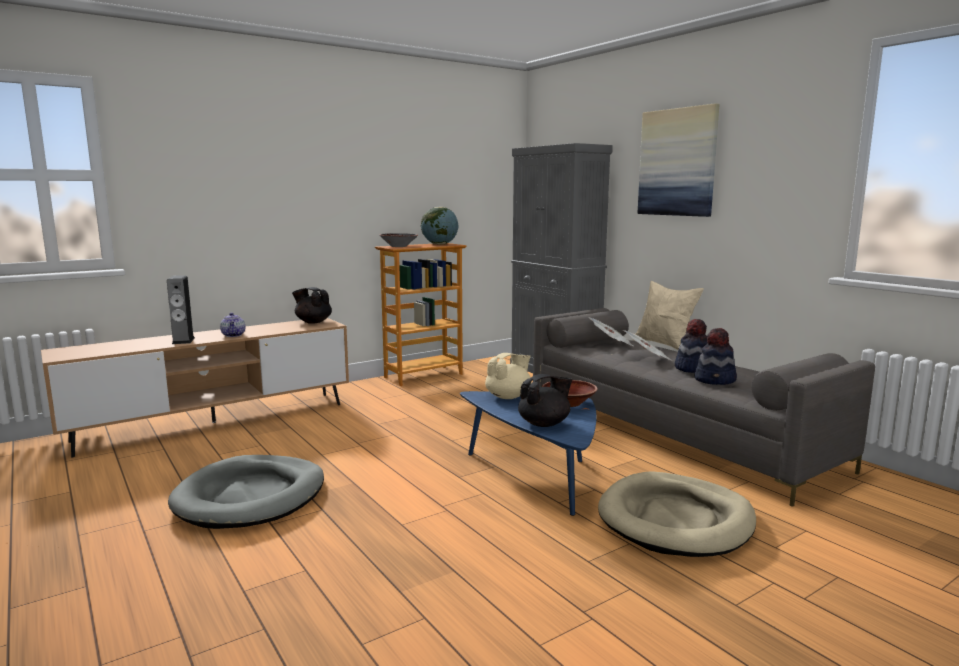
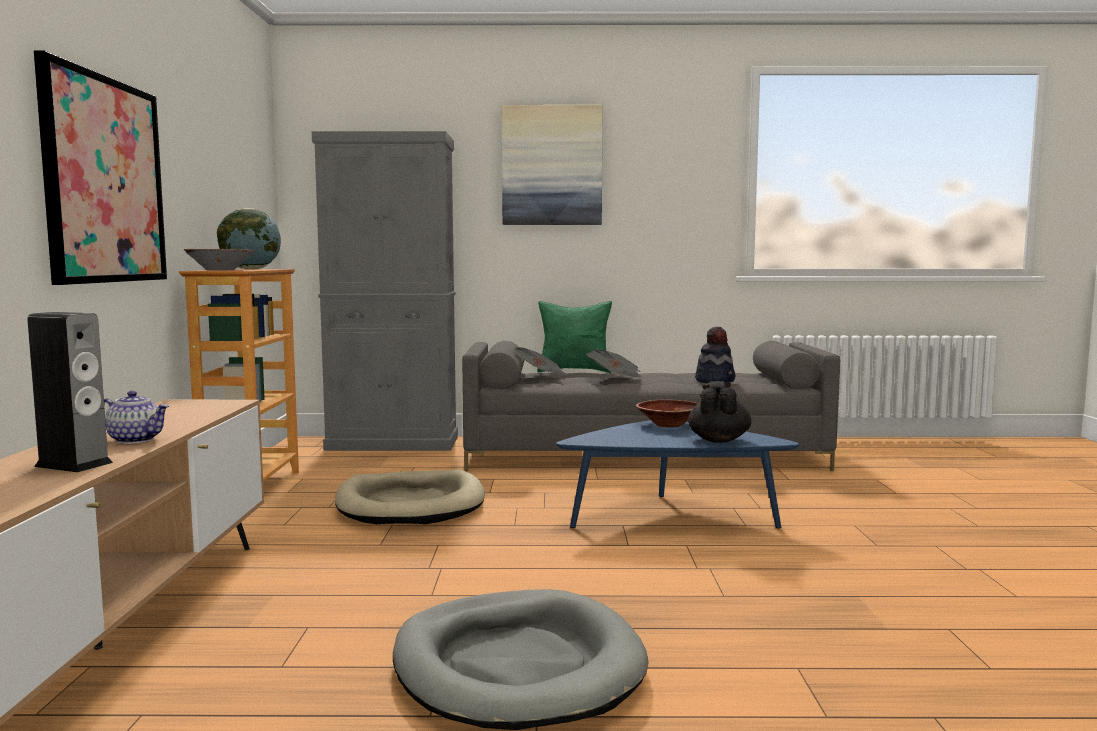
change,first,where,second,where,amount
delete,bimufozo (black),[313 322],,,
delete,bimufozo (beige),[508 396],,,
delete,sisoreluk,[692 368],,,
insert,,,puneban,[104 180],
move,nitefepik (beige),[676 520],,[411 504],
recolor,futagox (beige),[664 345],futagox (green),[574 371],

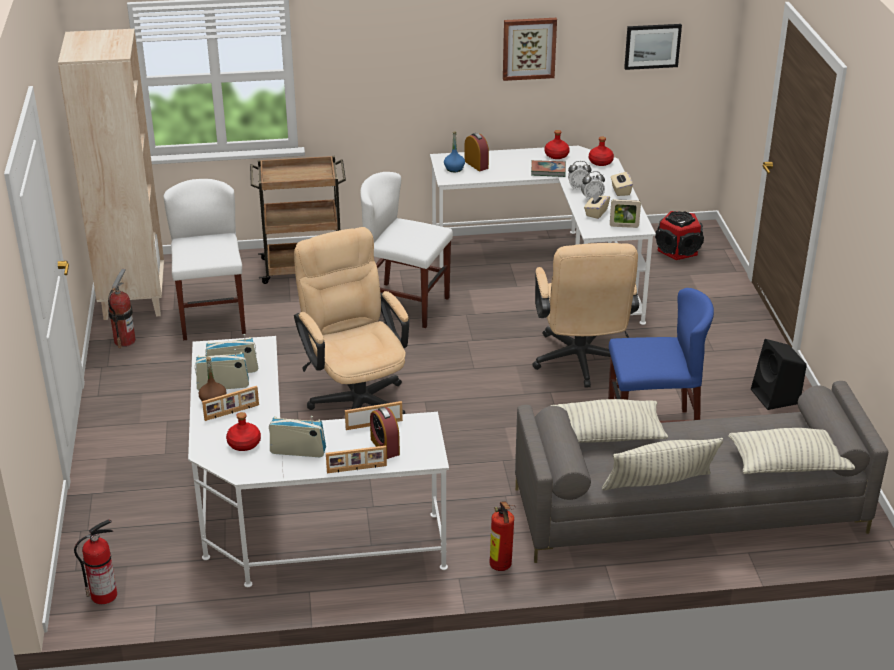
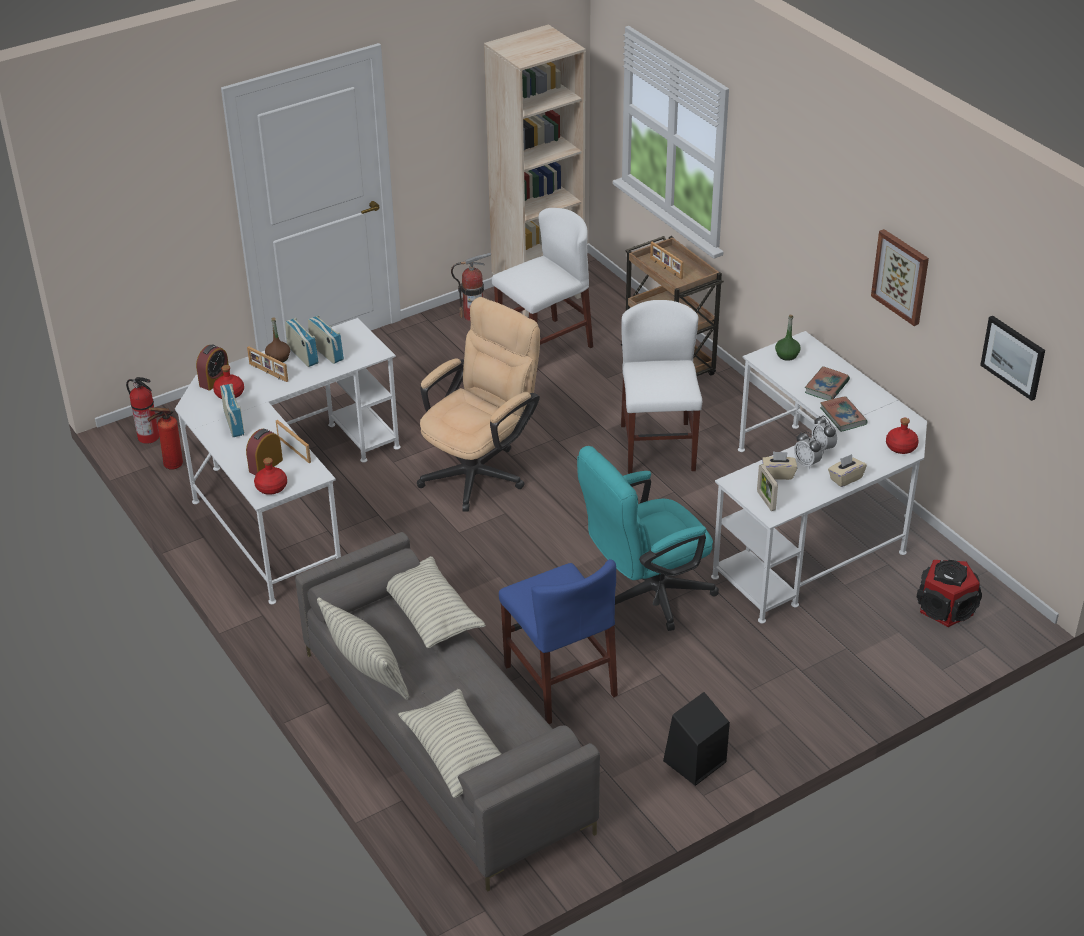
change,first,where,second,where,amount
insert,,,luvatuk,[826 387],
move,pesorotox,[357 469],,[665 268],
move,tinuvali,[476 164],,[214 380],
move,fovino,[501 567],,[170 466],
move,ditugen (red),[556 155],,[271 487],
recolor,ditugen (blue),[454 168],ditugen (green),[787 355],
recolor,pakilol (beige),[580 364],pakilol (turquoise),[645 596],

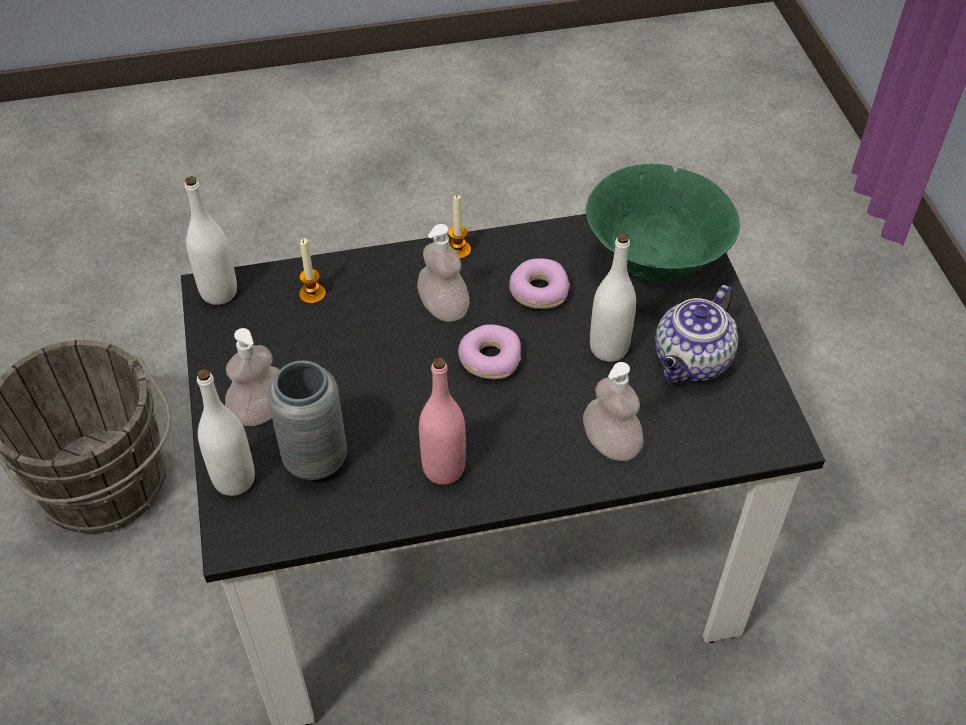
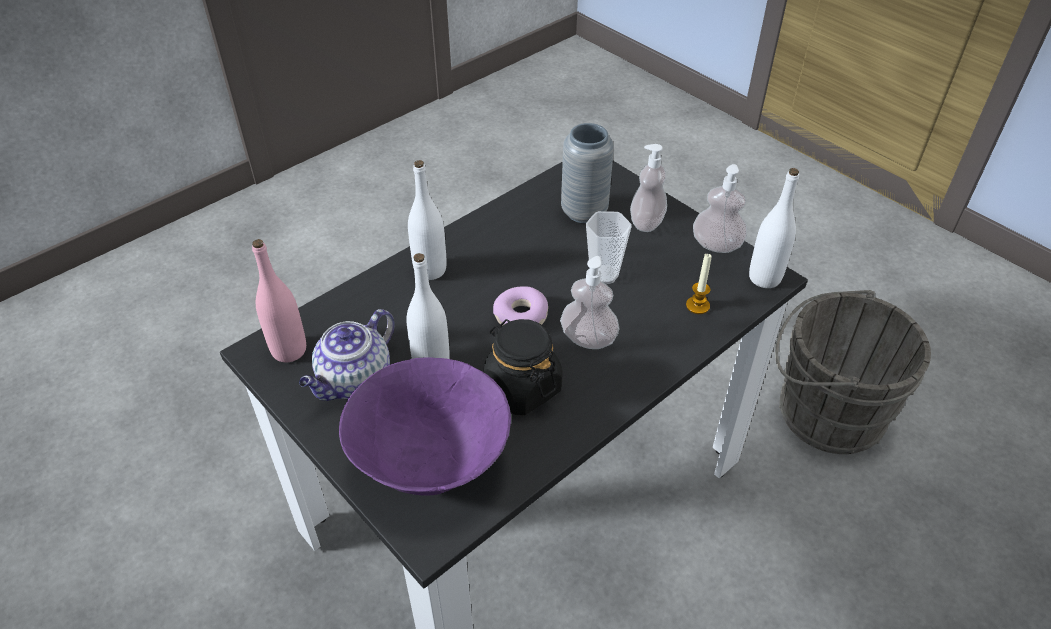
change,first,where,second,where,amount
delete,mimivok,[458 250],,,
insert,,,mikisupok,[604 275],
move,ditugen (white),[234 479],,[430 270],
move,ditugen (pink),[443 469],,[289 350],
move,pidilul,[610 444],,[716 245],
replace,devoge,[538 291],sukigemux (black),[522 388],
recolor,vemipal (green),[653 263],vemipal (purple),[433 465],
rotate,bimufozo,[691 362],,[354 382],150 degrees counterclockwise

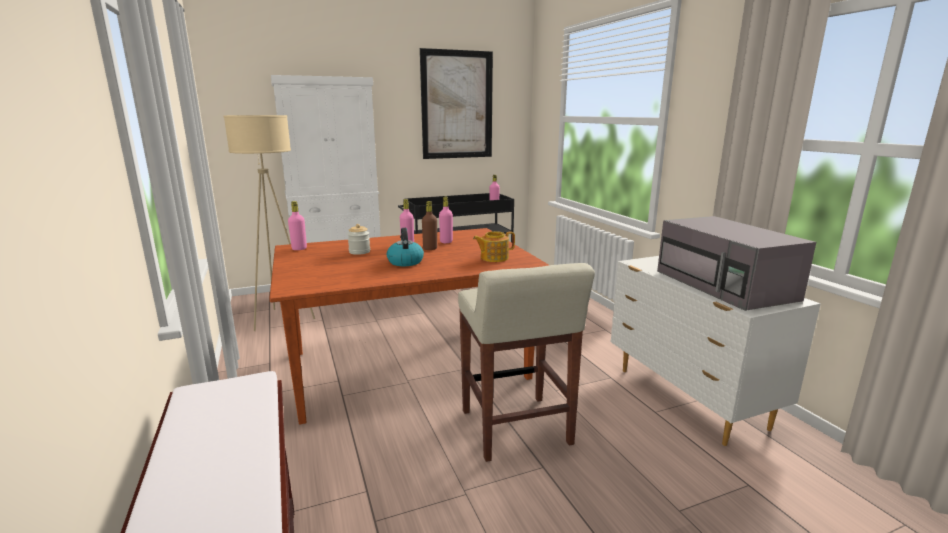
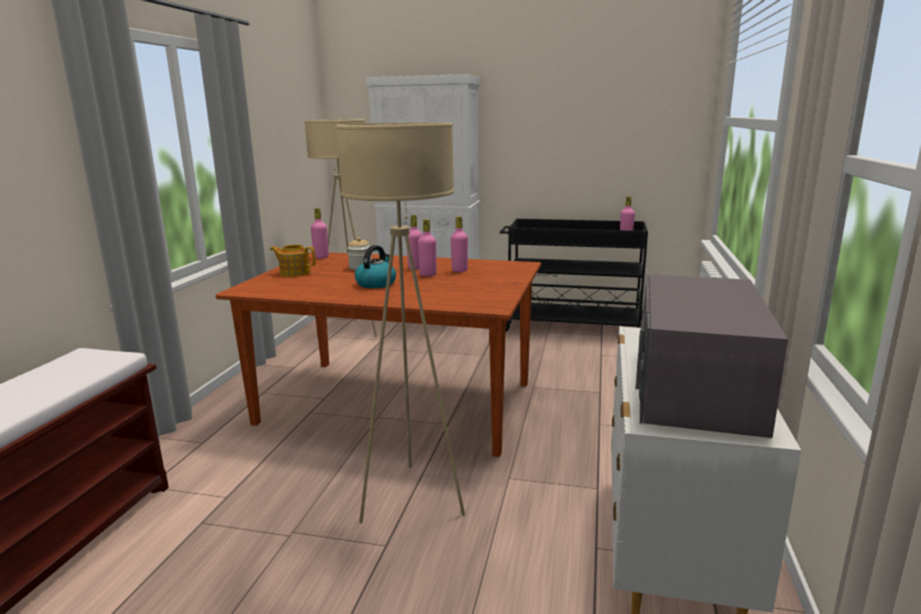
change,first,where,second,where,amount
delete,puneban,[457 105],,,
move,bimufozo,[493 258],,[294 272],
replace,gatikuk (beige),[515 428],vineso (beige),[412 499],
recolor,ditugen (brown),[430 248],ditugen (pink),[428 275],

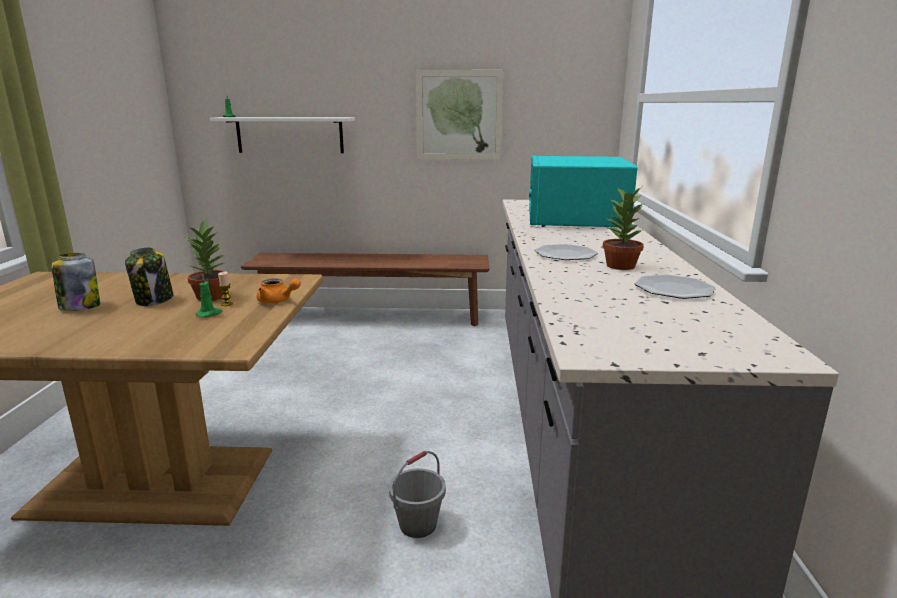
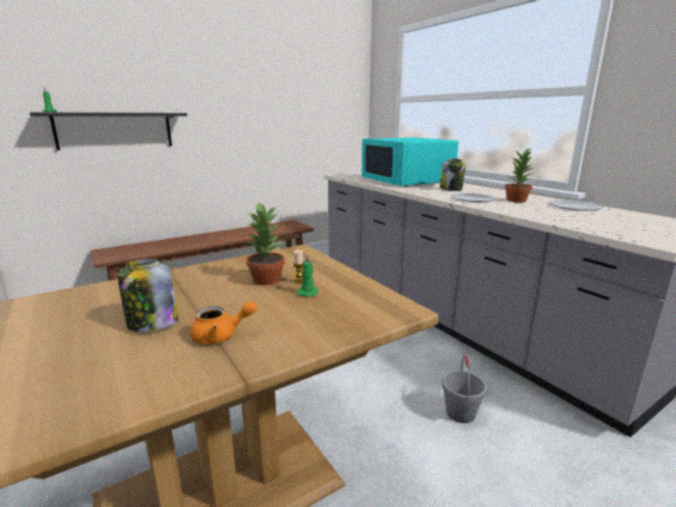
change,first,where,second,where,amount
delete,puneban,[459 115],,,
move,sukigemux,[154 300],,[451 189],
move,bimufozo (orange),[277 301],,[221 336],
recolor,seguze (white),[290 135],seguze (black),[115 130],

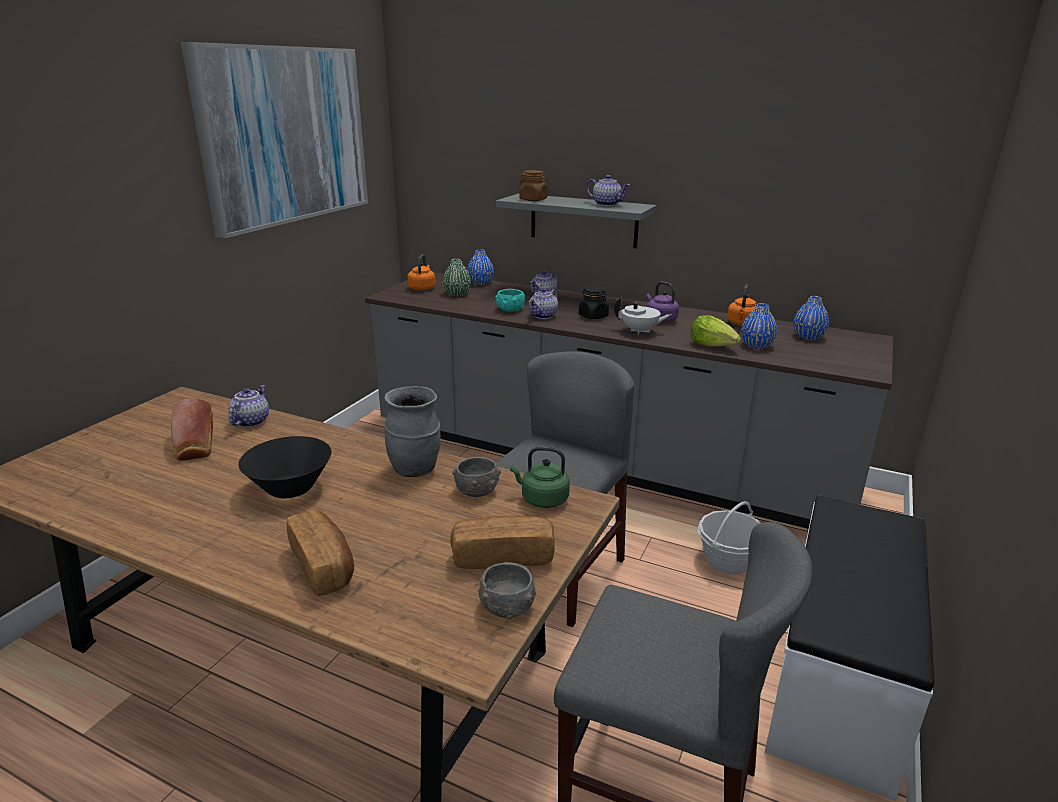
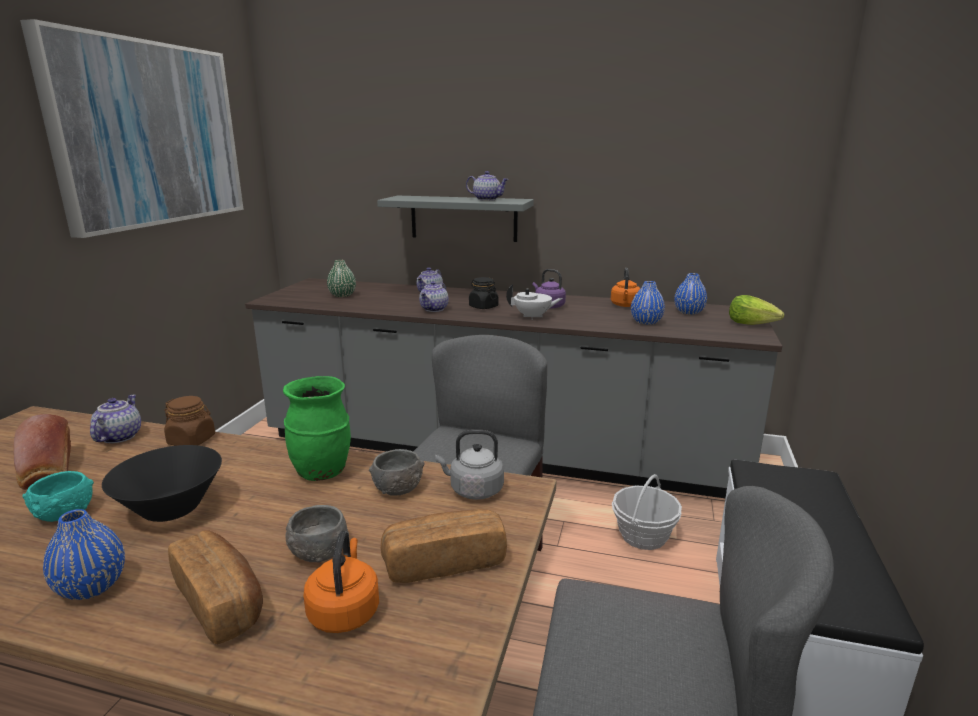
change,first,where,second,where,amount
move,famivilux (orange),[422 288],,[345 610],
move,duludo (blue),[480 283],,[92 587],
move,vemipal (grey),[507 606],,[318 551],
move,vemipal (turquoise),[510 309],,[64 513],
move,sukigemux (brown),[533 200],,[192 440],
move,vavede,[713 345],,[752 324],
recolor,duludo (grey),[415 469],duludo (green),[323 472],
recolor,famivilux (green),[542 499],famivilux (grey),[473 490],

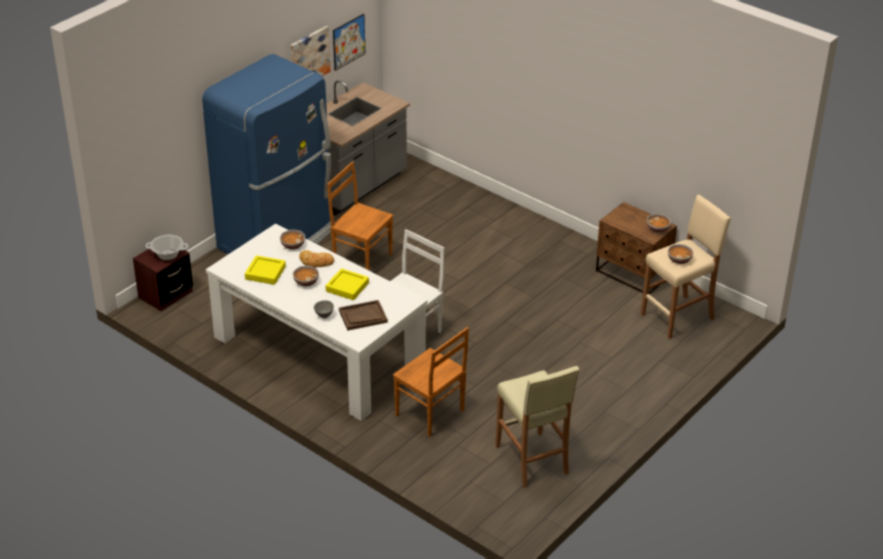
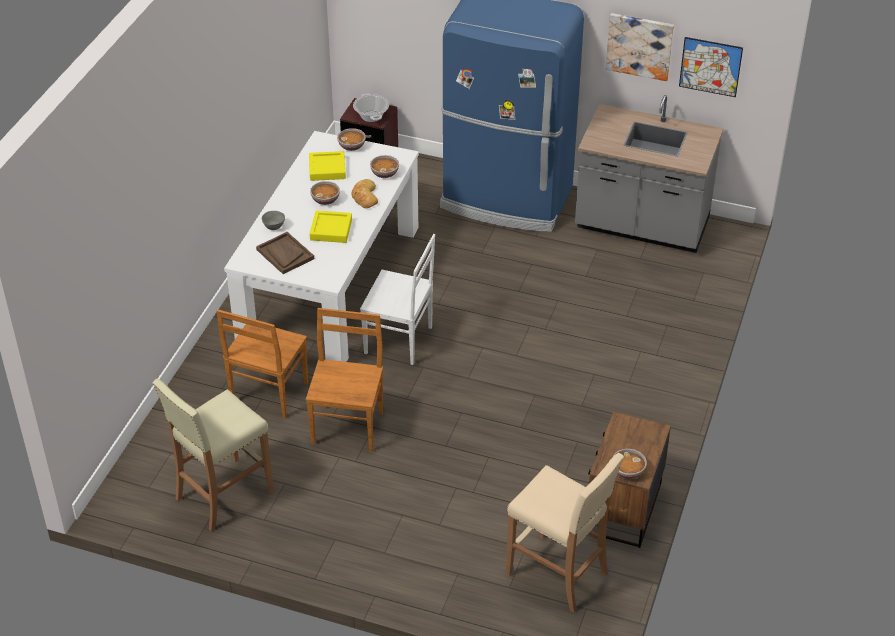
change,first,where,second,where,amount
move,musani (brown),[361 259],,[348 426],
move,vemipal,[679 260],,[352 146],

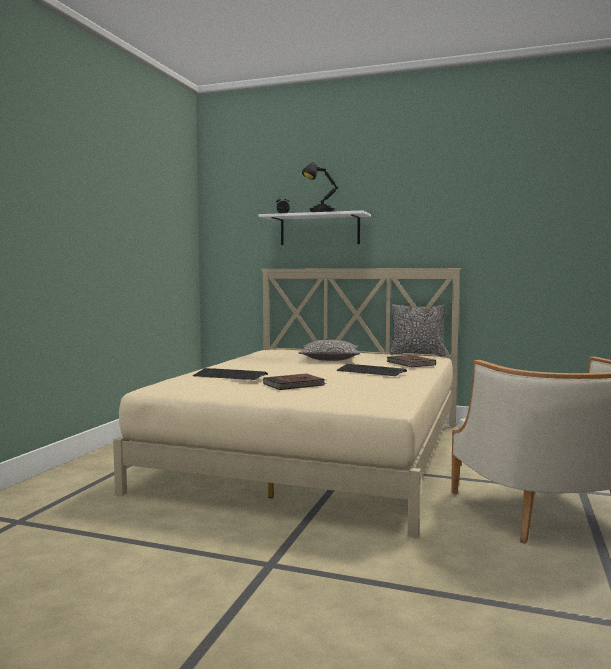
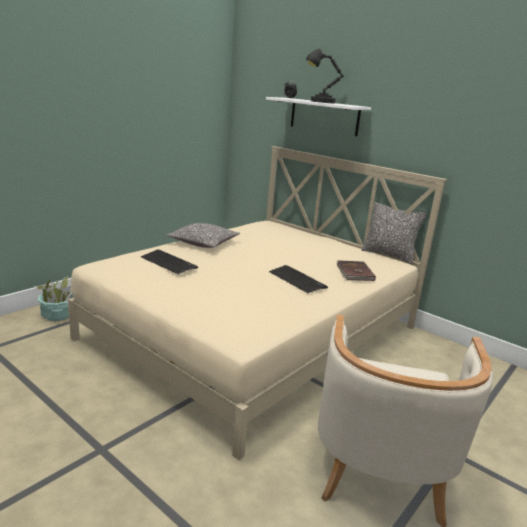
change,first,where,second,where,amount
delete,luvatuk (brown),[294 384],,,
insert,,,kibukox,[58 314],
move,futagox,[329 359],,[203 243],

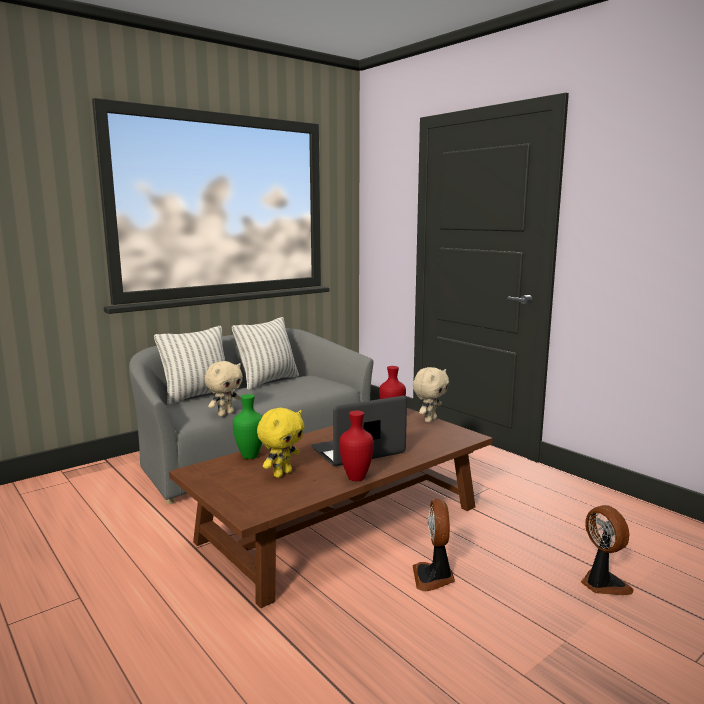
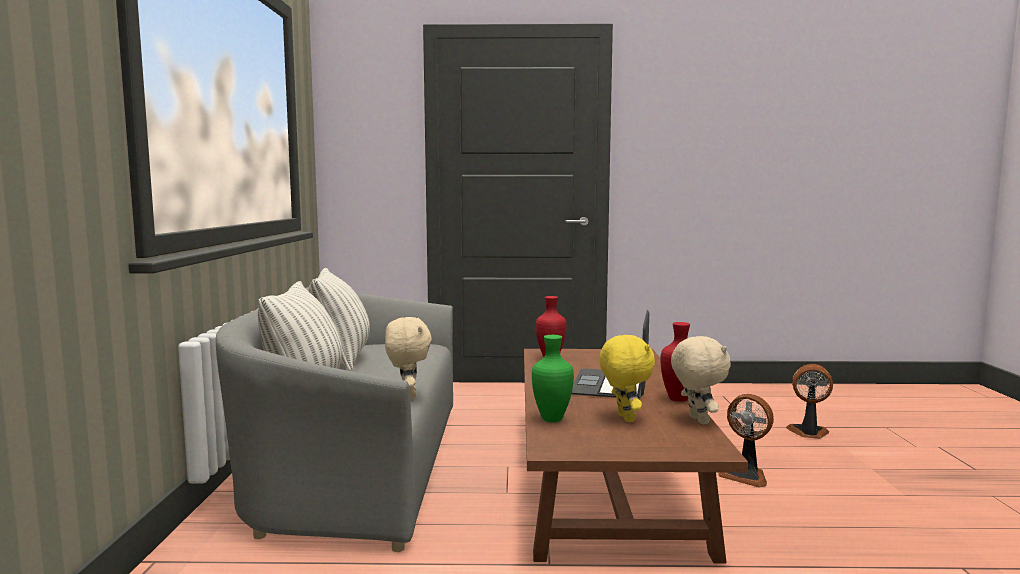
change,first,where,second,where,amount
move,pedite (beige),[429 419],,[697 420],

